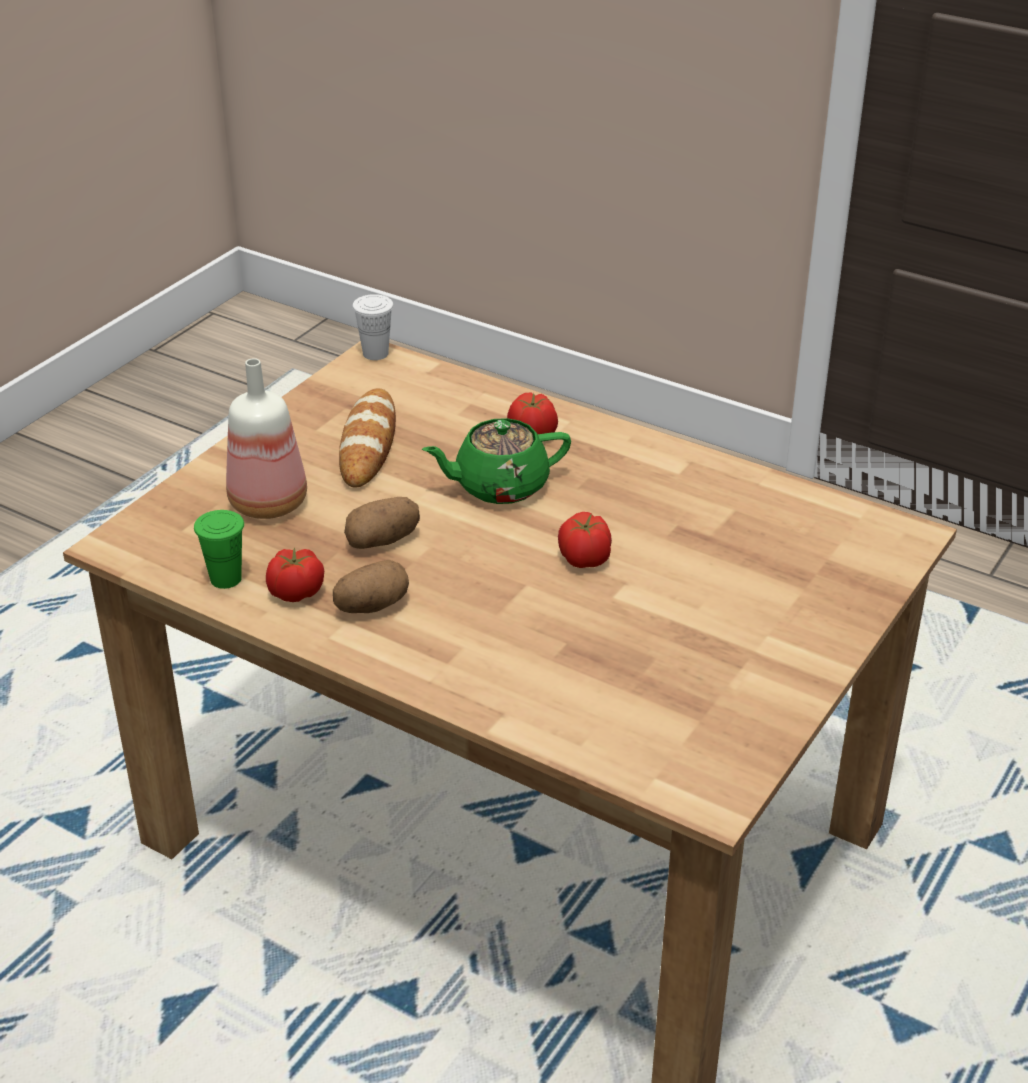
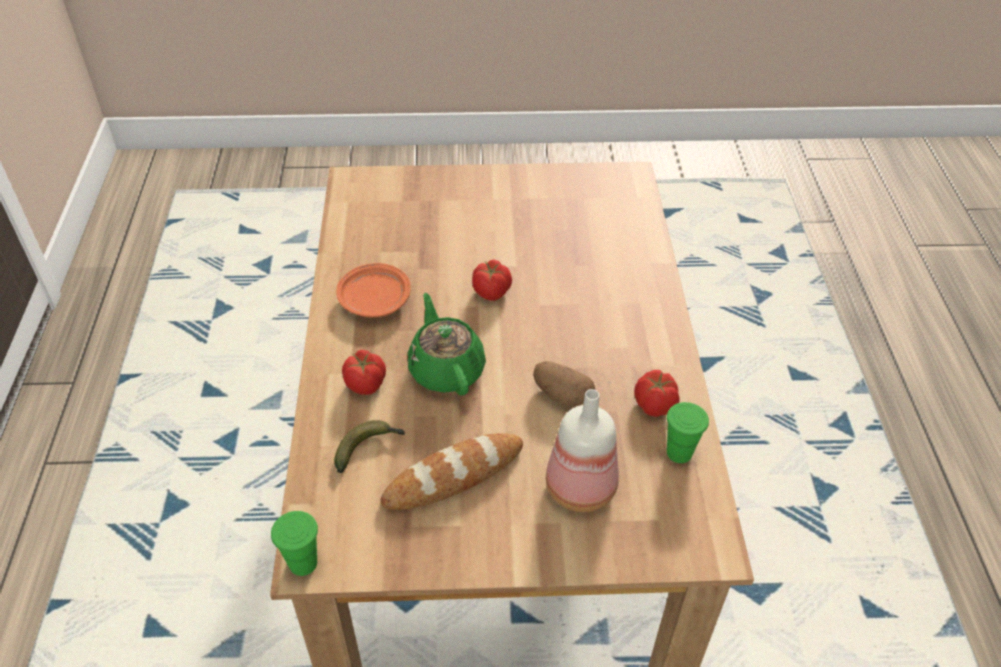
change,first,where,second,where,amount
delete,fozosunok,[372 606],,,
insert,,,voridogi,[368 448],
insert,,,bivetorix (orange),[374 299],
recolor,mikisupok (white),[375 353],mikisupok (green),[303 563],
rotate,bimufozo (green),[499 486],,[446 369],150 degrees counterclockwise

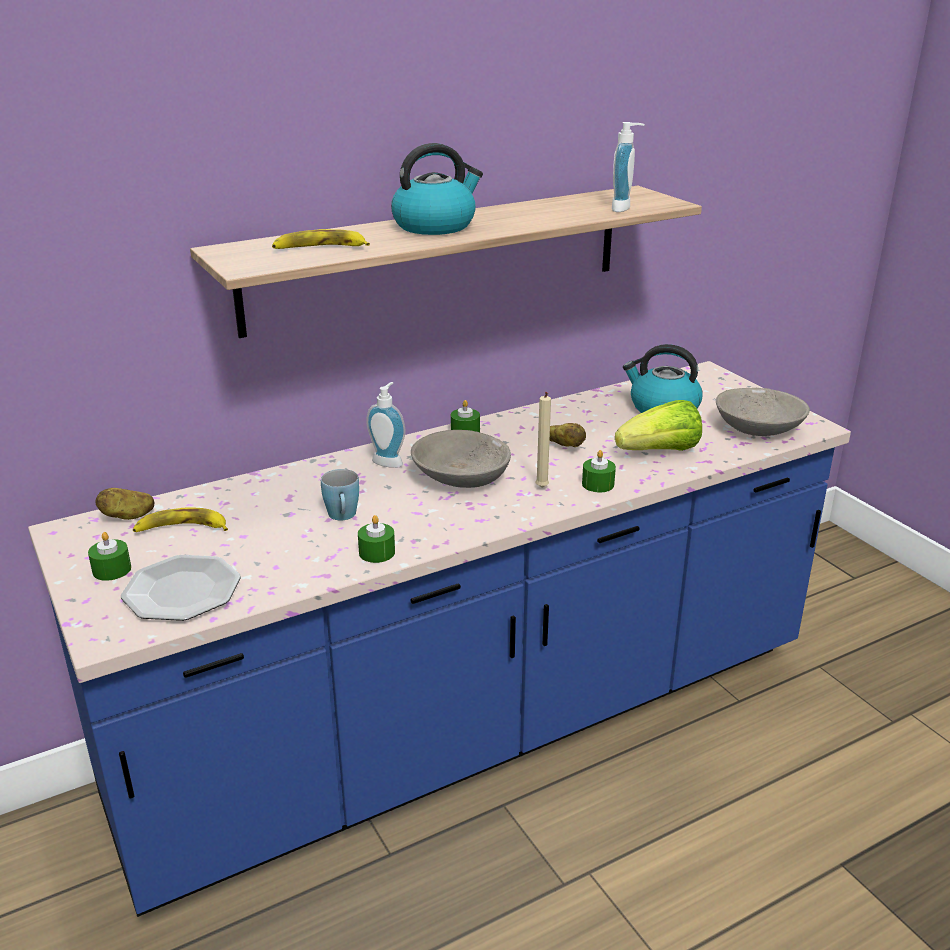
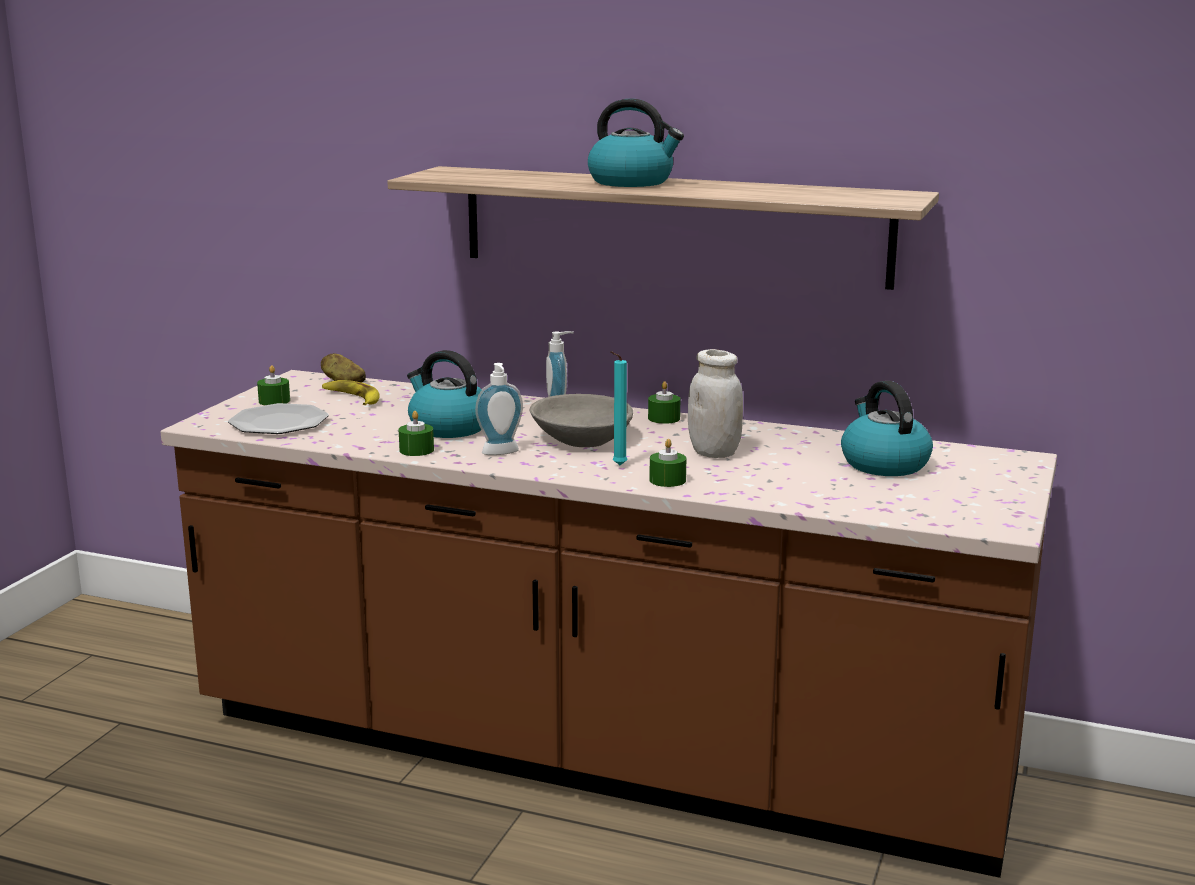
change,first,where,second,where,amount
delete,voridogi,[319 248],,,
delete,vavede,[660 452],,,
delete,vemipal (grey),[758 428],,,
move,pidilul,[624 208],,[501 453],
replace,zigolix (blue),[343 517],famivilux,[448 427],
replace,fozosunok,[565 446],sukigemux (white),[714 453],
recolor,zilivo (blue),[475 727],zilivo (brown),[597 754],
recolor,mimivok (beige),[541 488],mimivok (turquoise),[617 466],

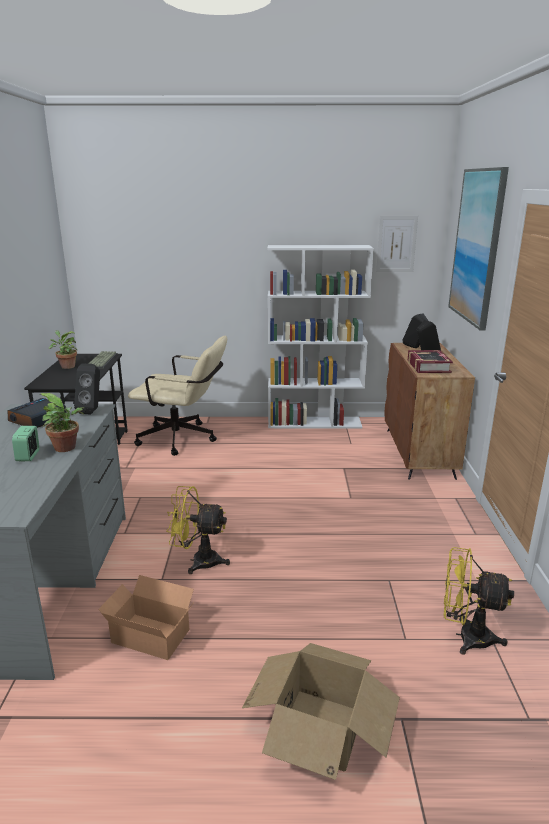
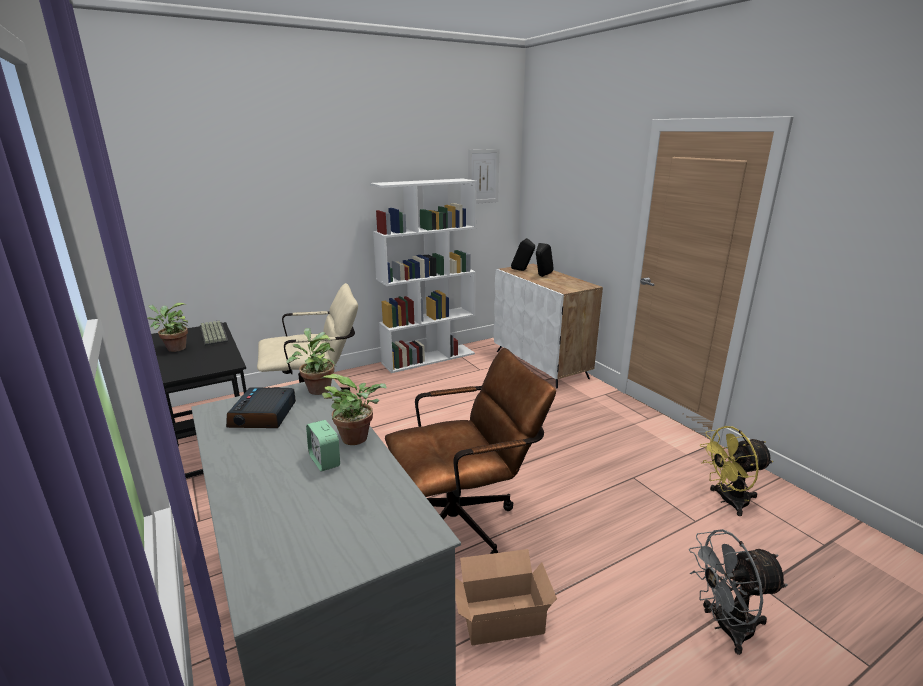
change,first,where,second,where,amount
delete,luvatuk,[428 366],,,
delete,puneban,[477 246],,,
replace,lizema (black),[92 411],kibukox,[317 389],
replace,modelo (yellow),[198 561],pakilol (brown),[465 522],
replace,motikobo,[320 729],modelo (grey),[725 627],
recolor,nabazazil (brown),[419 453],nabazazil (white),[541 364],

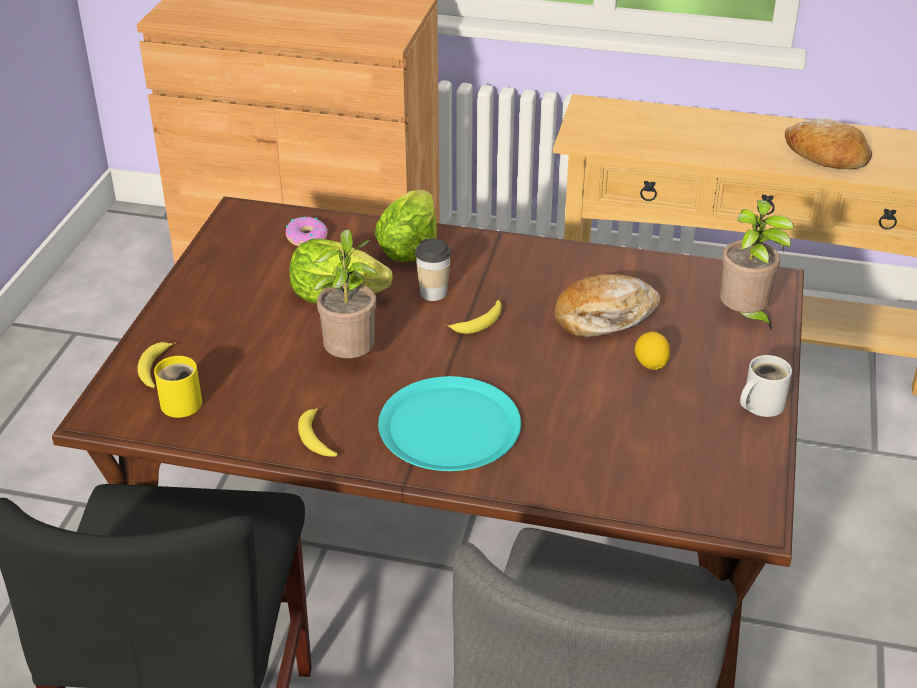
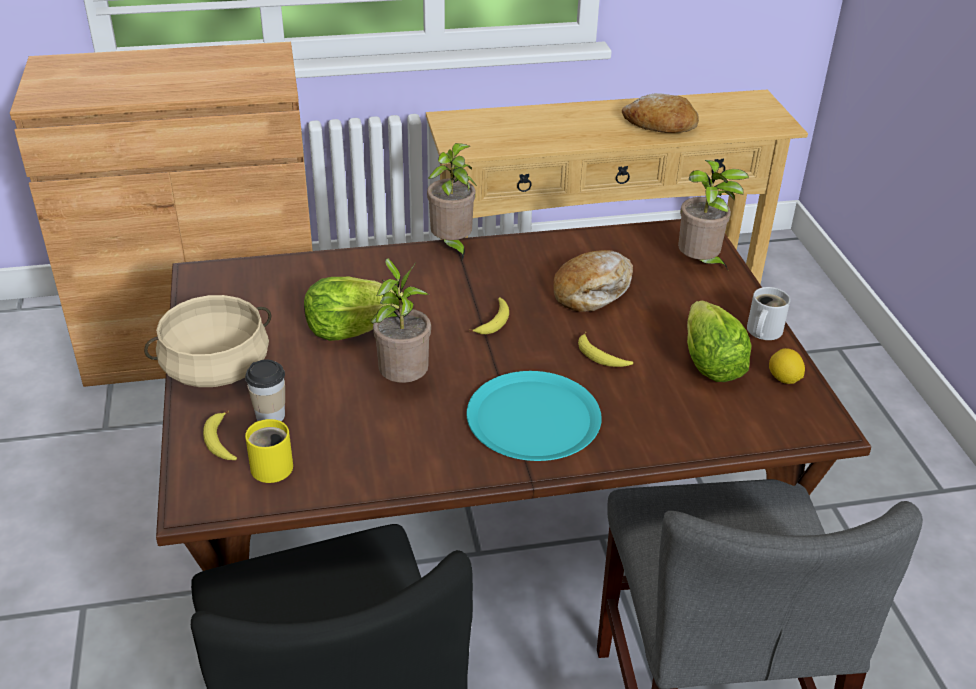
change,first,where,second,where,amount
delete,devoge,[307 237],,,
insert,,,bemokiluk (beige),[216 368],
insert,,,kibukox,[452 246],
move,voridogi,[316 439],,[601 357],
move,vavede,[409 248],,[710 364],
move,mikisupok,[433 293],,[270 416],
move,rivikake,[650 364],,[783 379],

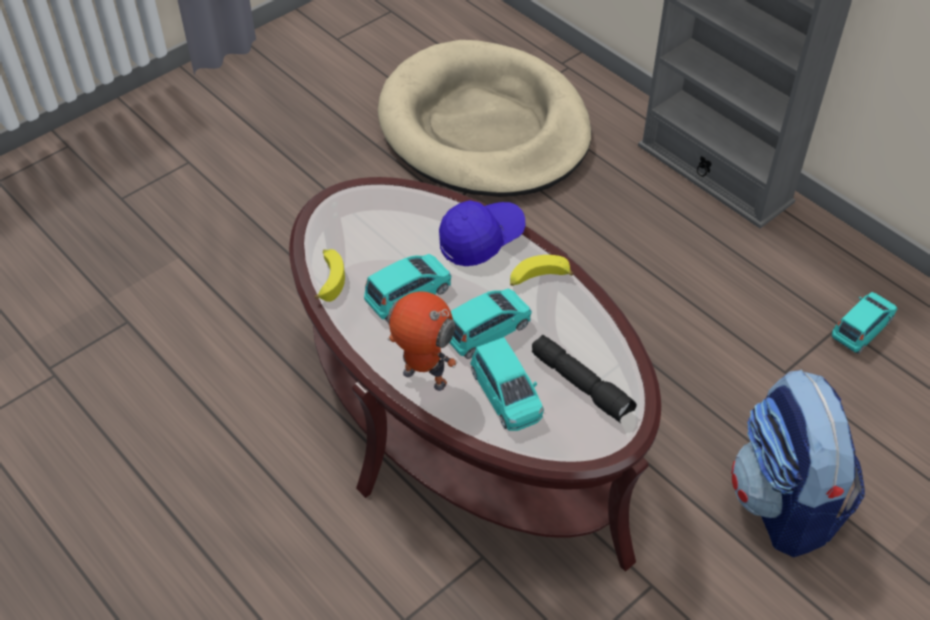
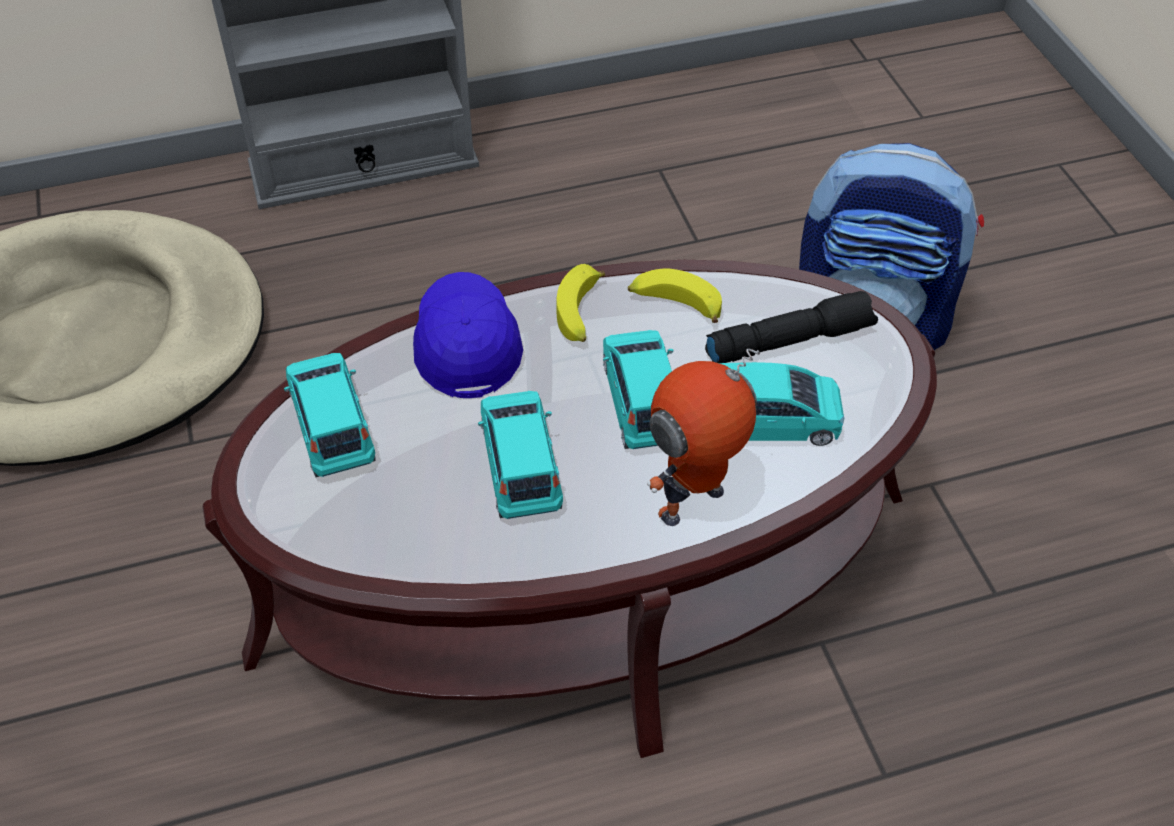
change,first,where,second,where,amount
move,voridogi,[329 279],,[674 305],
move,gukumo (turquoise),[861 329],,[332 426],

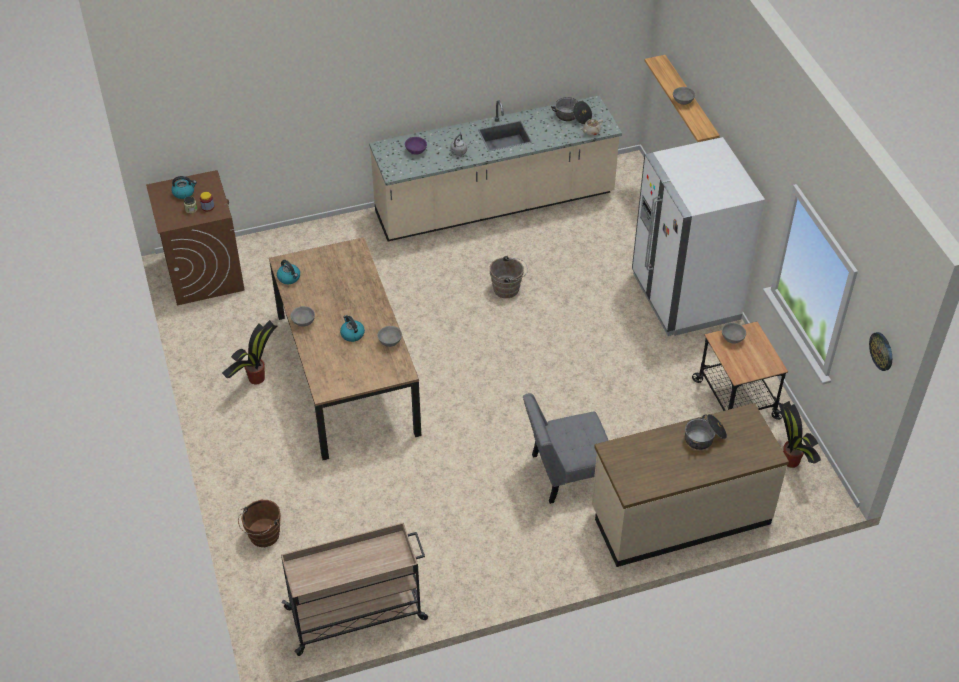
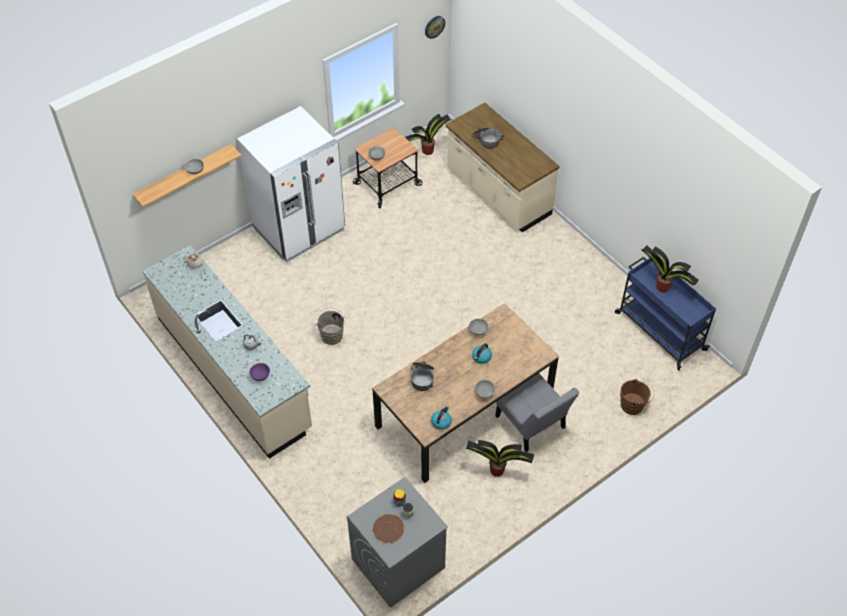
change,first,where,second,where,amount
insert,,,kibukox,[663 287],
move,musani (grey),[566 473],,[532 425],
move,bemokiluk,[572 116],,[422 378],
replace,famivilux,[184 193],bivetorix (brown),[388 529],
recolor,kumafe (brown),[203 273],kumafe (grey),[398 564],
recolor,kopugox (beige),[357 613],kopugox (blue),[659 330],

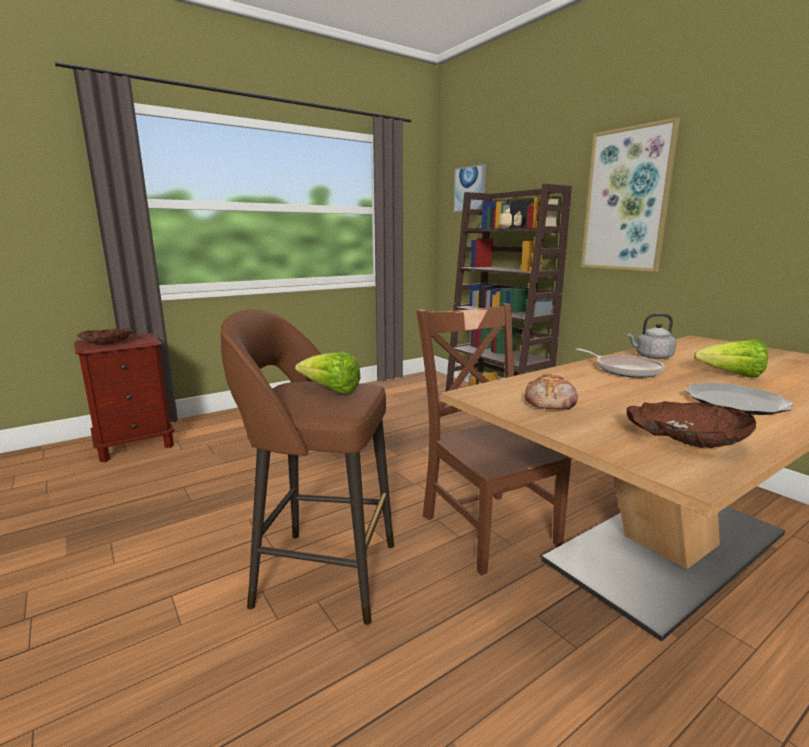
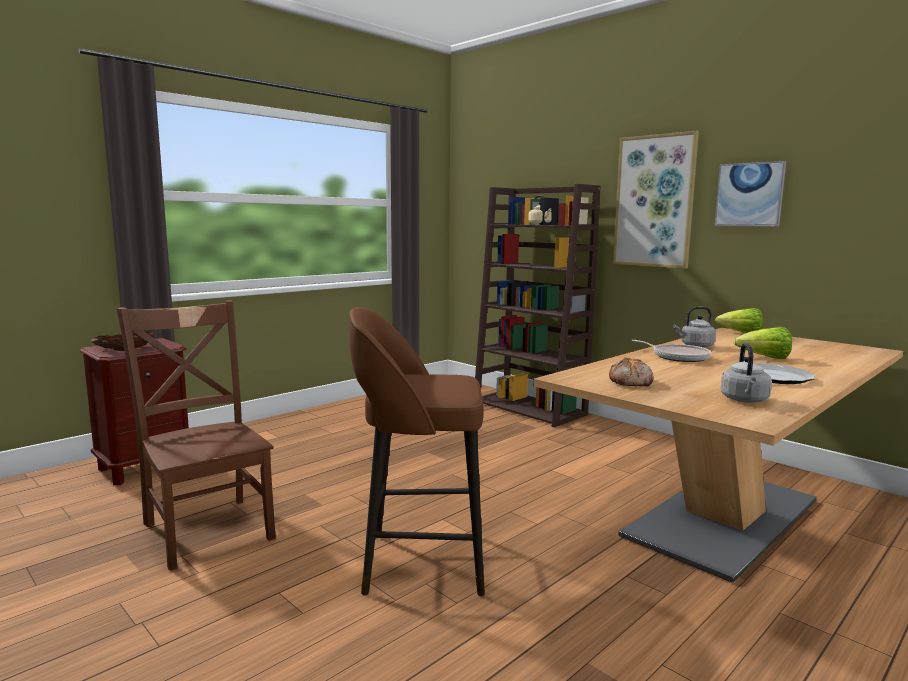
change,first,where,second,where,amount
move,vavede,[331 391],,[741 334],
move,musani (brown),[486 526],,[208 528],
move,puneban,[470 189],,[749 194],
replace,vemipal (brown),[686 438],famivilux (grey),[744 400],

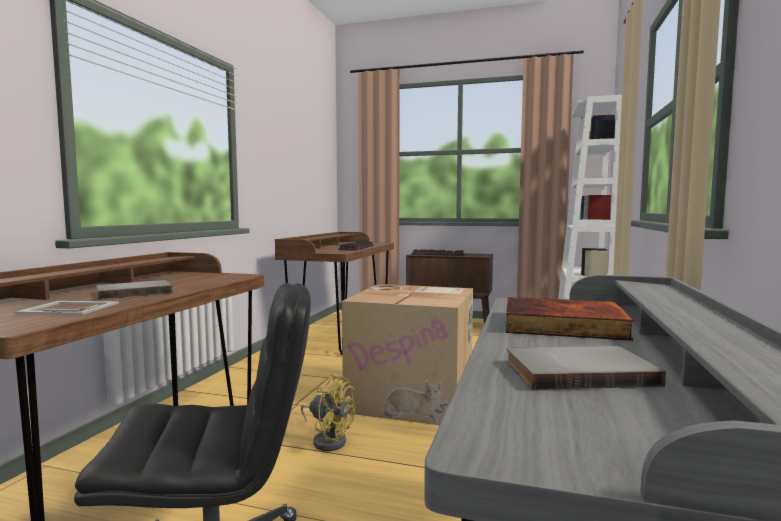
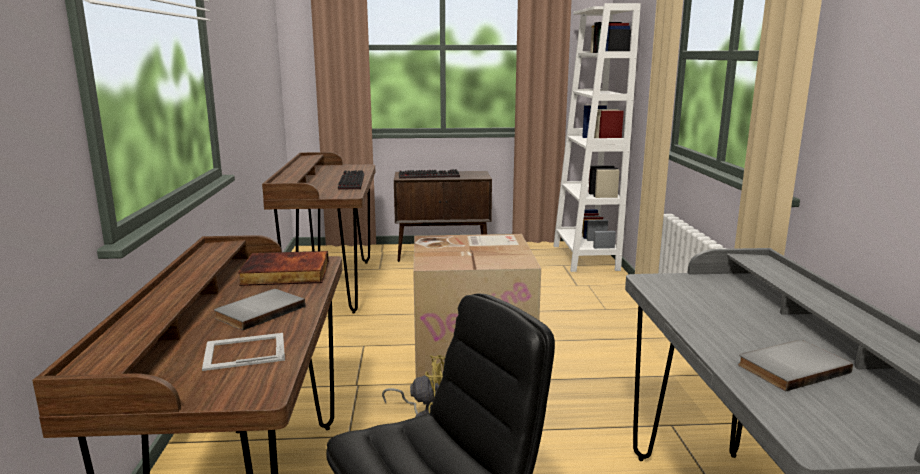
change,first,where,second,where,amount
move,luvatuk,[562 325],,[285 274],

